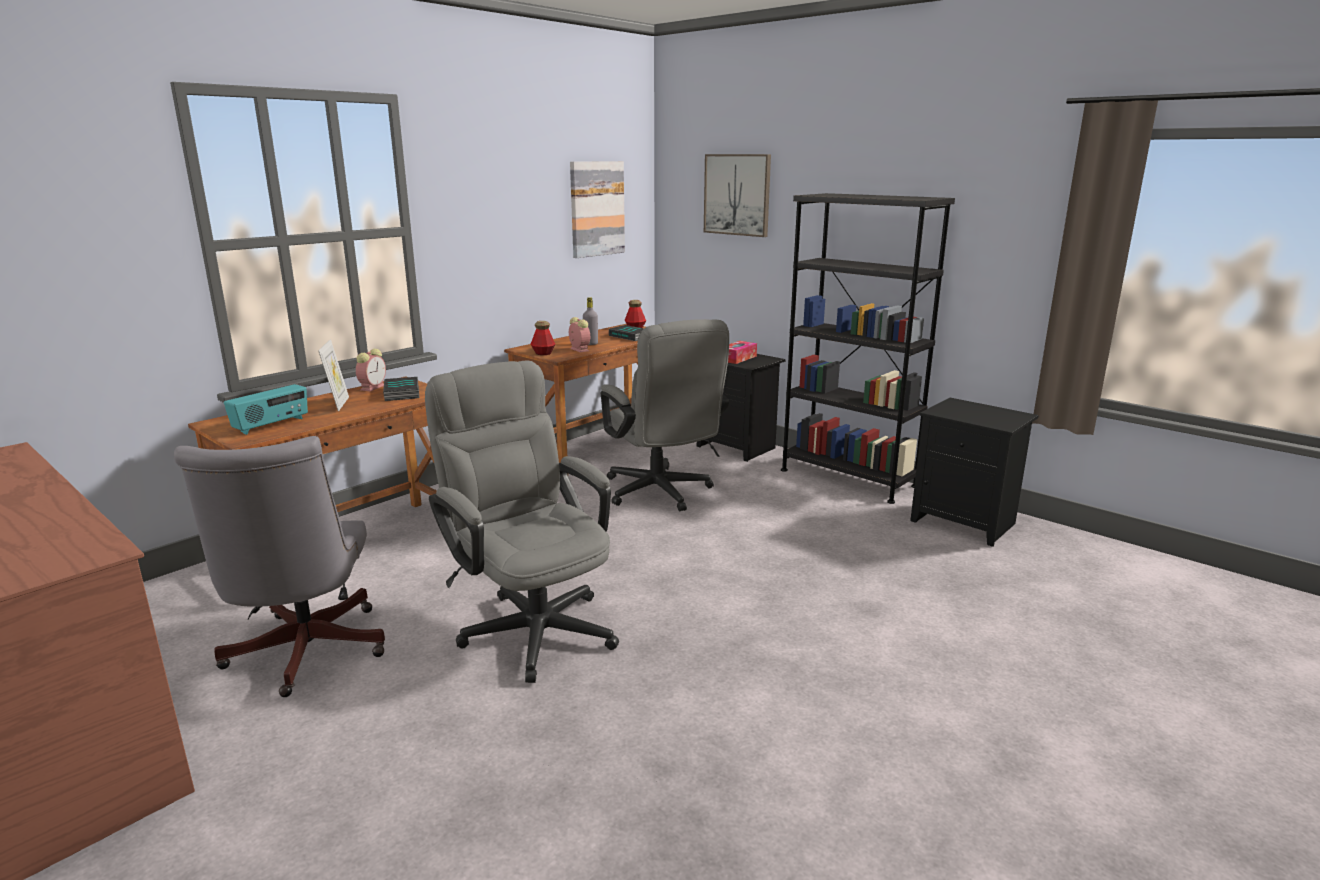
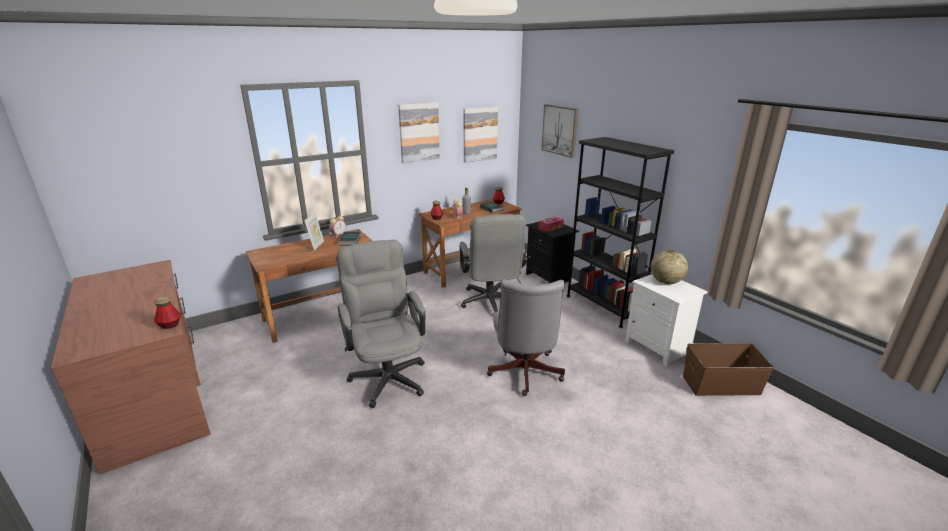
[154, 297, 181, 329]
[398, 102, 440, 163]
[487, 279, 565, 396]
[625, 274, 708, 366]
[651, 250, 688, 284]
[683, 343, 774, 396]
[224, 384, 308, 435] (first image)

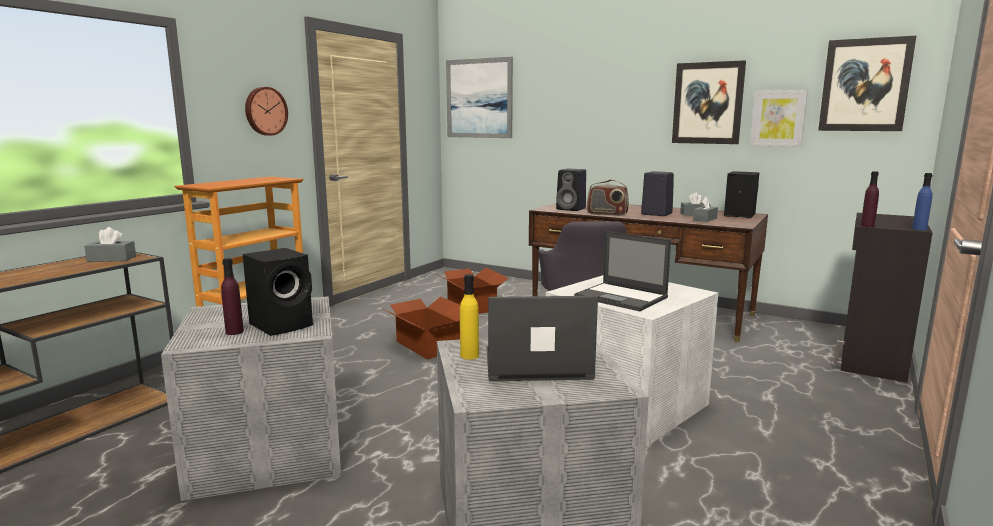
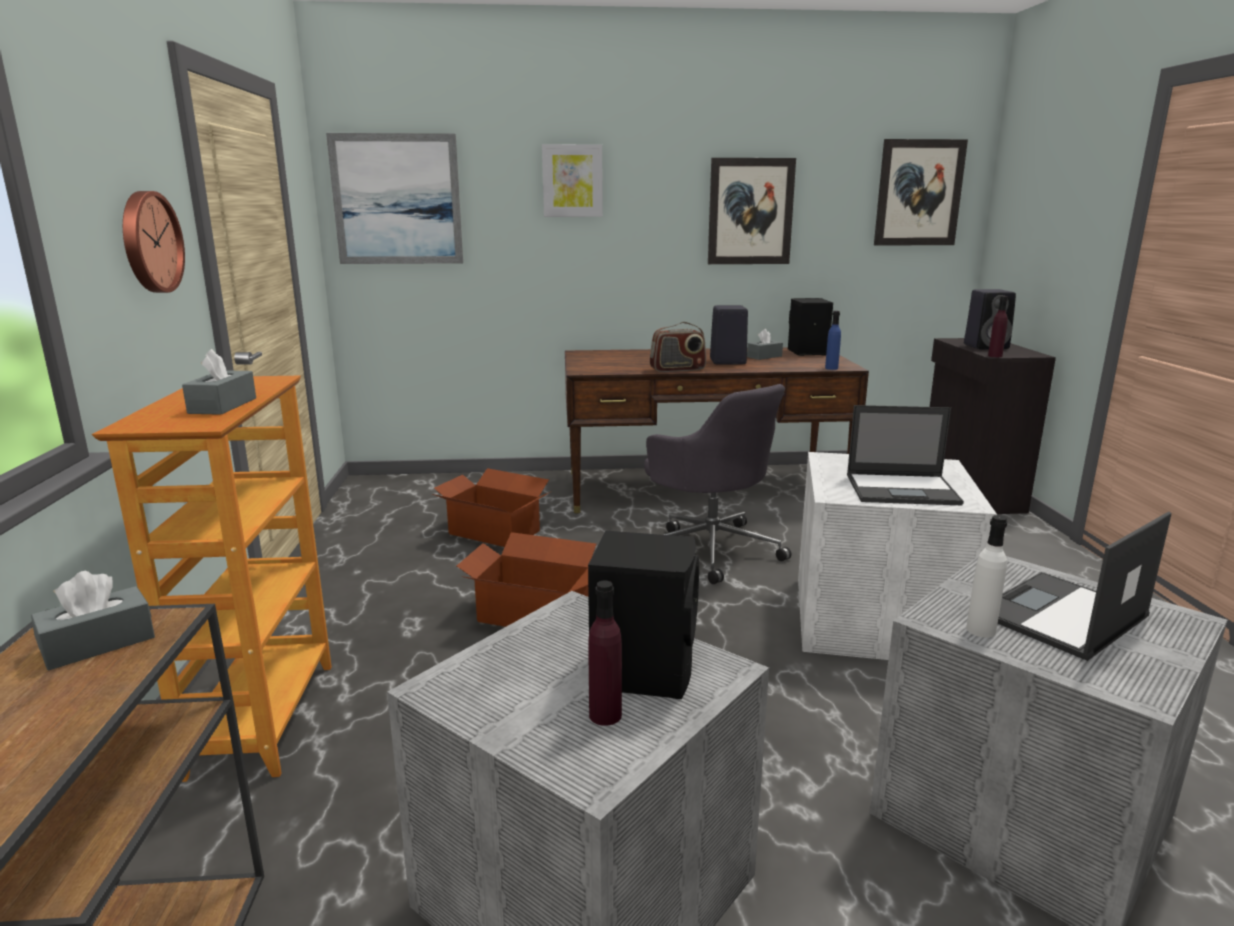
[182, 349, 256, 415]
[542, 144, 603, 217]
[825, 311, 841, 370]
[964, 289, 1016, 349]
[966, 515, 1007, 638]

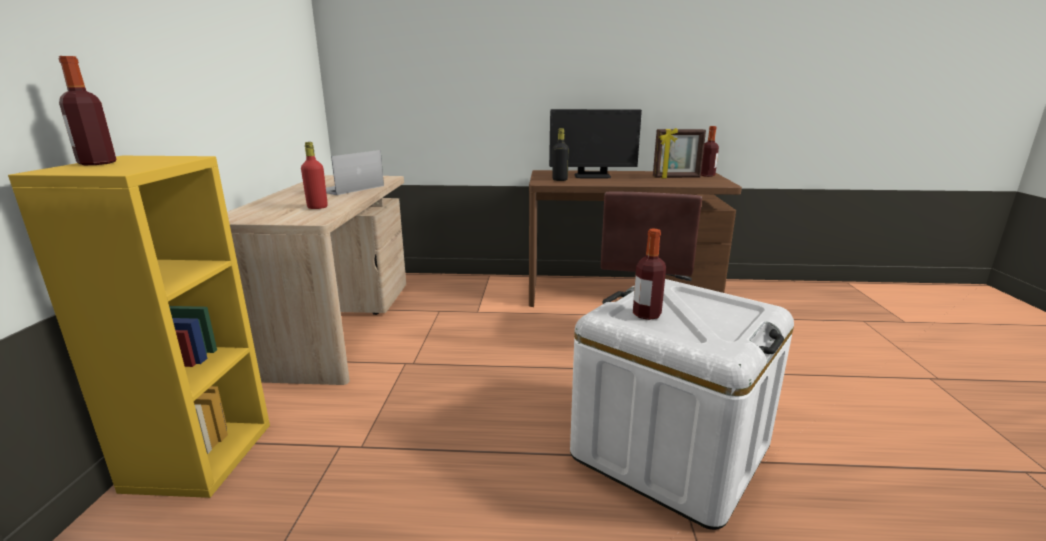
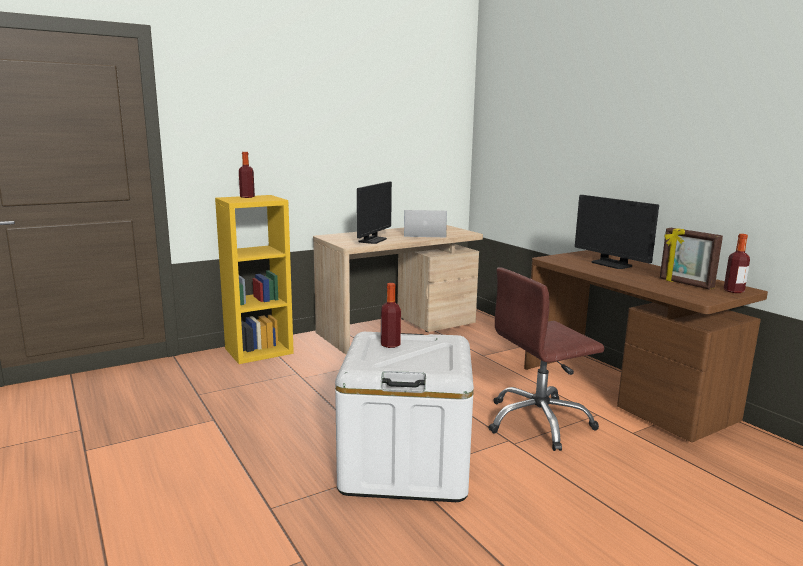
[357, 181, 392, 244]
[552, 128, 569, 181] (first image)

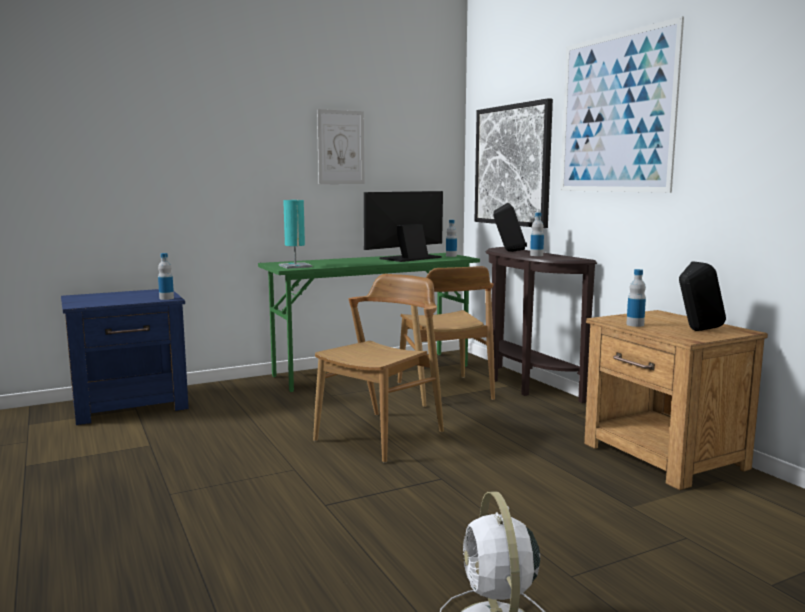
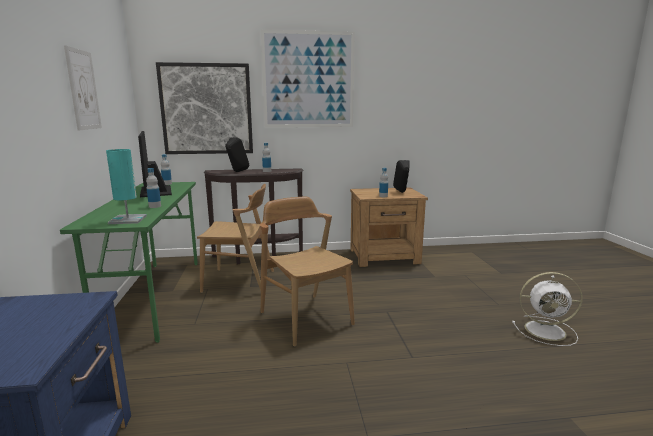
[146, 168, 161, 208]

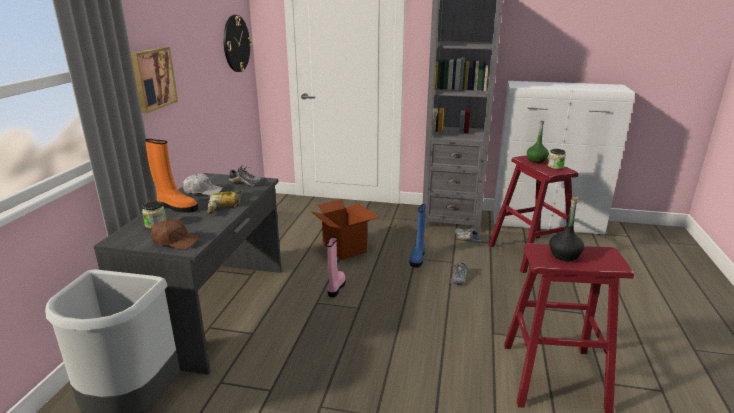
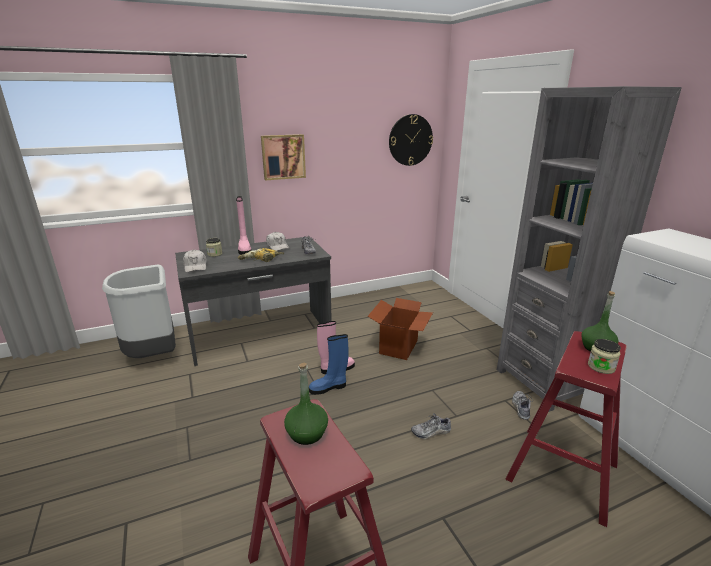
[183, 250, 207, 272]
[236, 196, 251, 255]
[284, 363, 328, 445]
[309, 334, 349, 395]

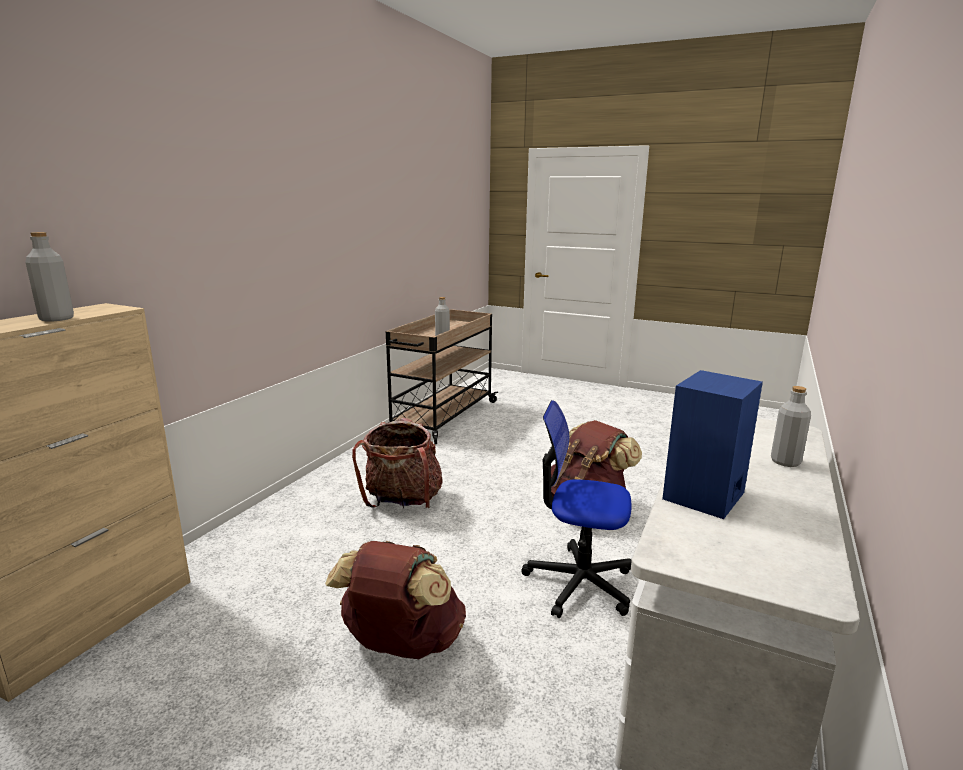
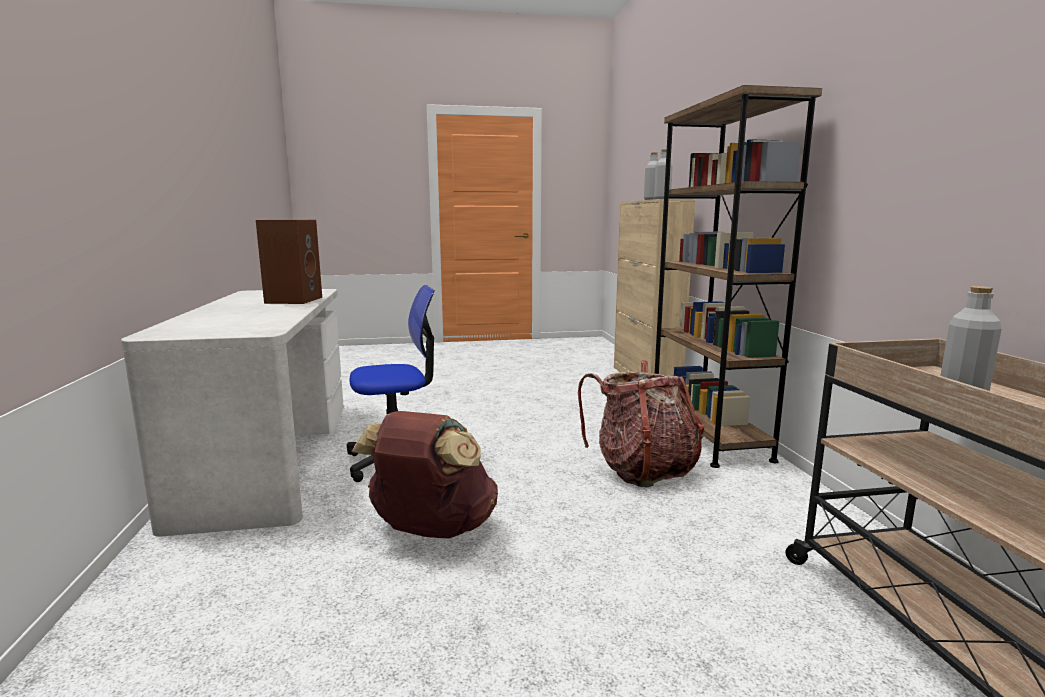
[256, 220, 322, 304]
[654, 149, 673, 199]
[655, 85, 822, 468]
[325, 541, 466, 659] (first image)

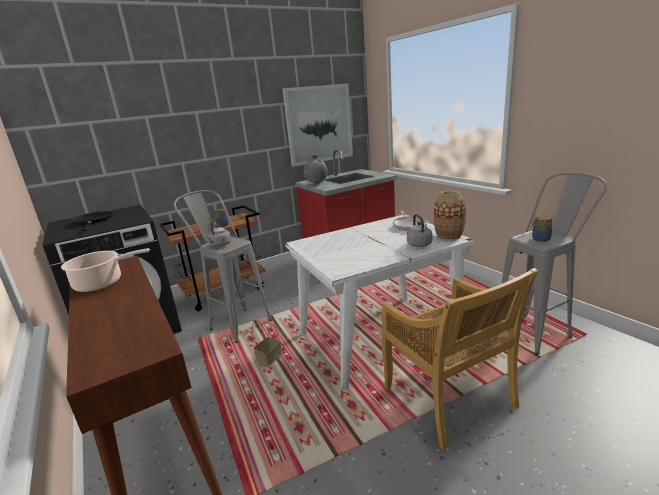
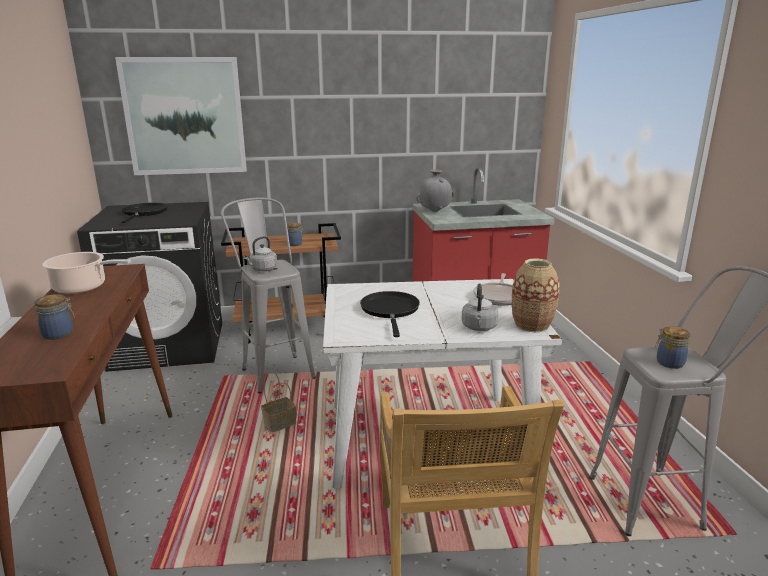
[34, 294, 75, 340]
[115, 57, 247, 175]
[360, 291, 420, 337]

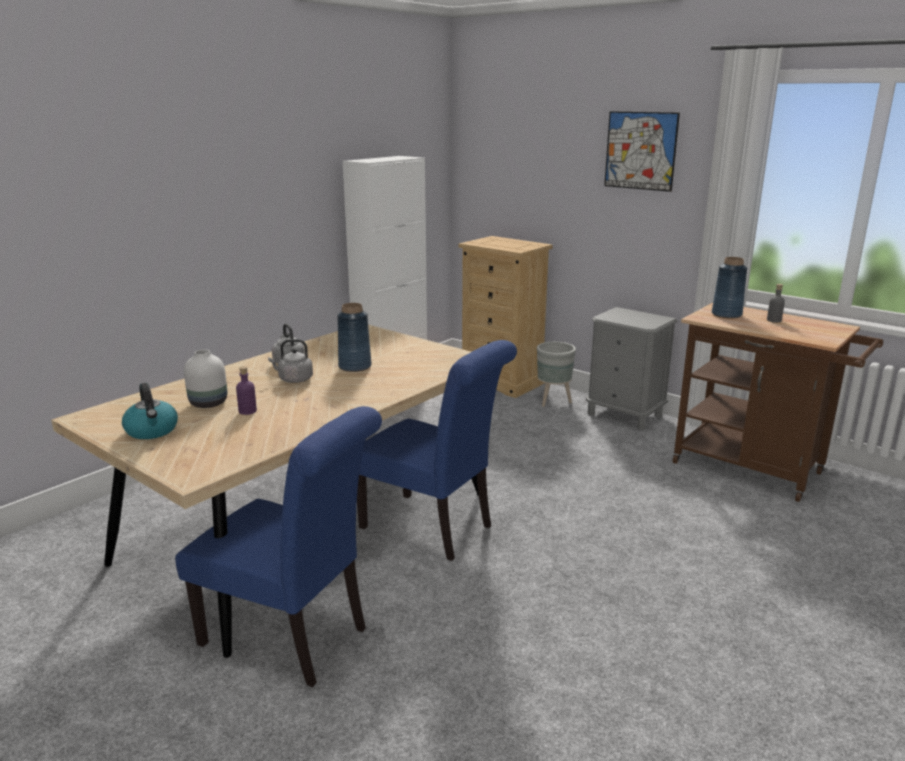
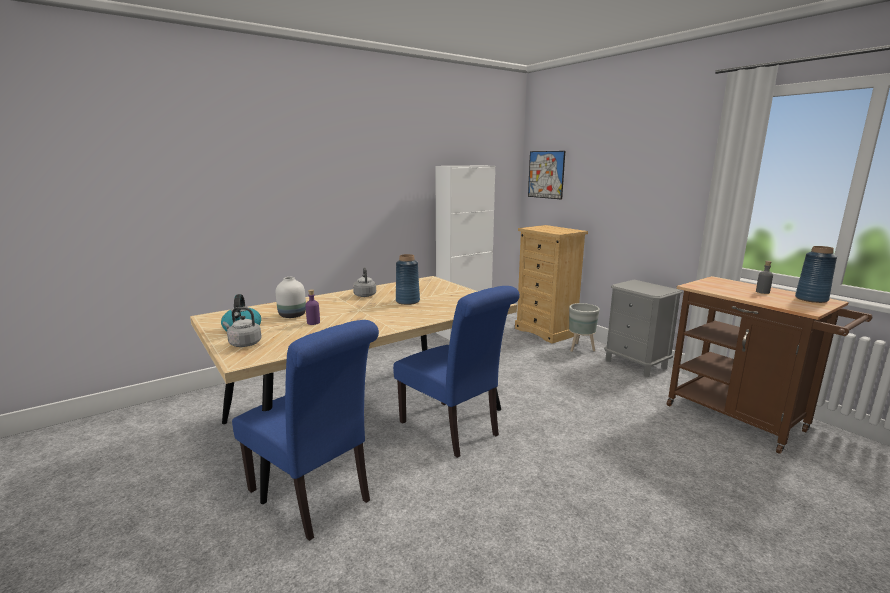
[223, 307, 262, 347]
[528, 151, 565, 200]
[795, 246, 837, 303]

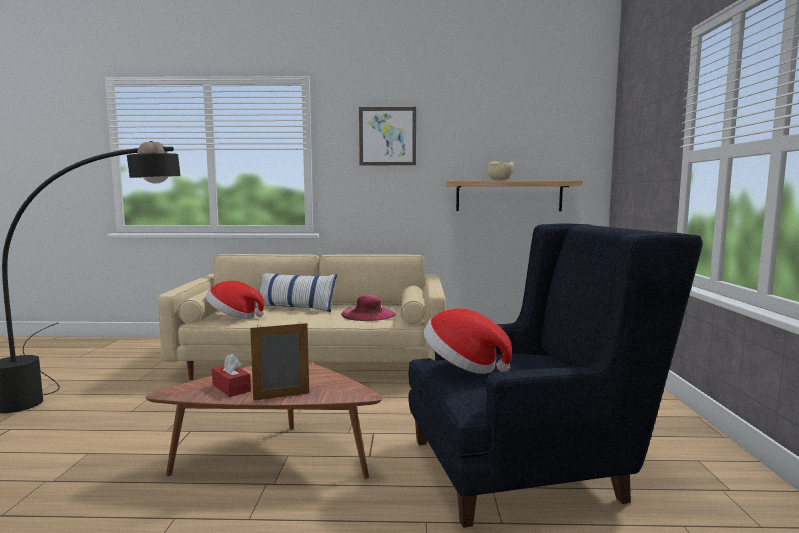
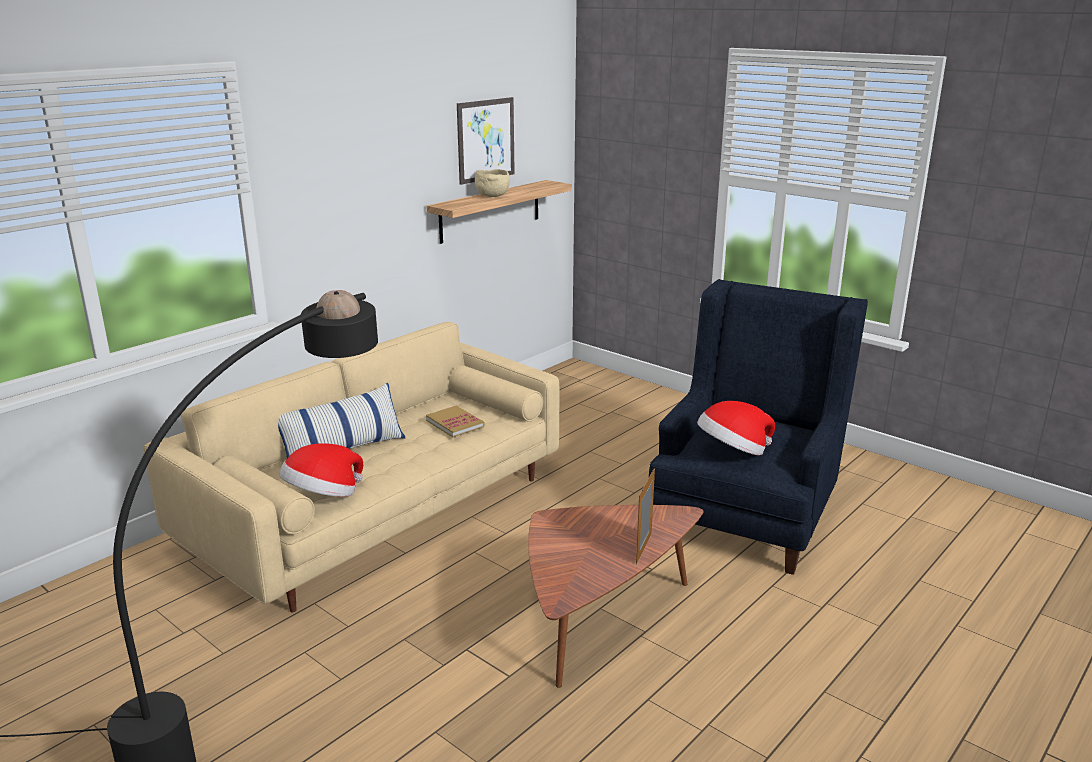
[426, 406, 484, 437]
[457, 97, 515, 185]
[212, 353, 251, 397] (first image)

